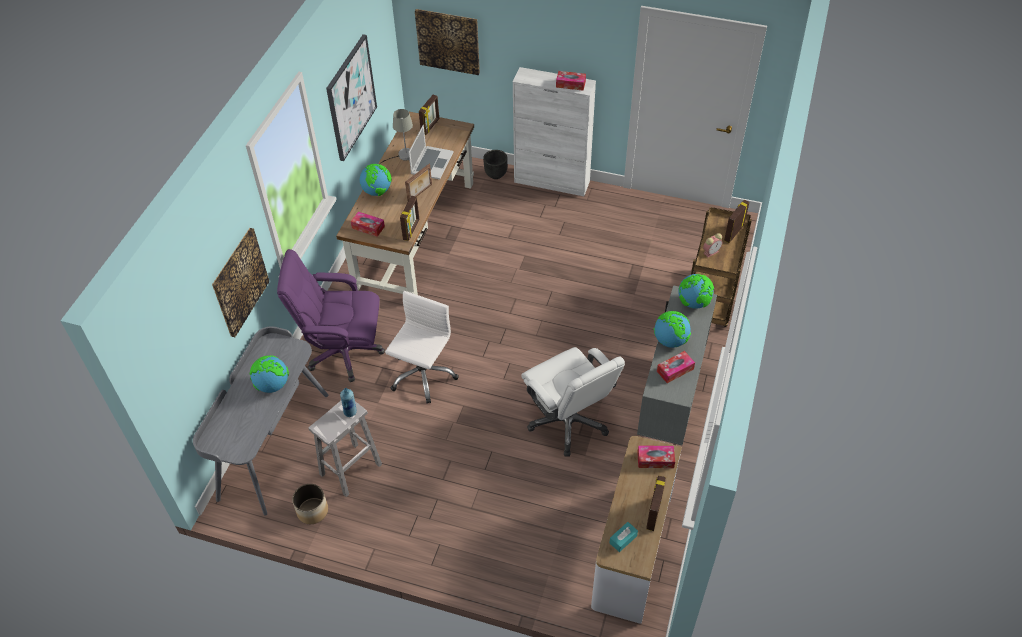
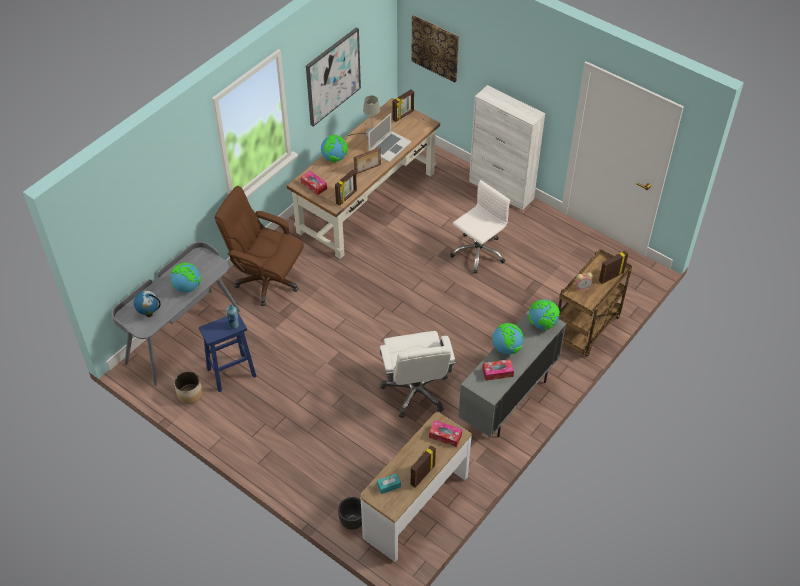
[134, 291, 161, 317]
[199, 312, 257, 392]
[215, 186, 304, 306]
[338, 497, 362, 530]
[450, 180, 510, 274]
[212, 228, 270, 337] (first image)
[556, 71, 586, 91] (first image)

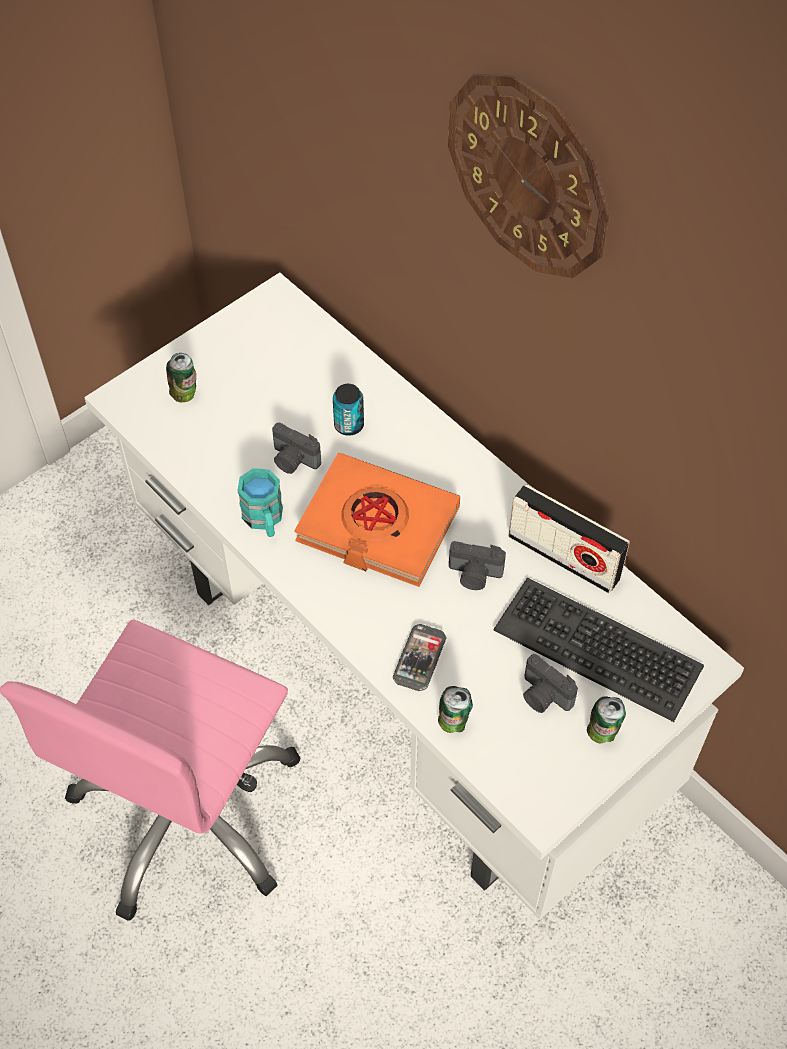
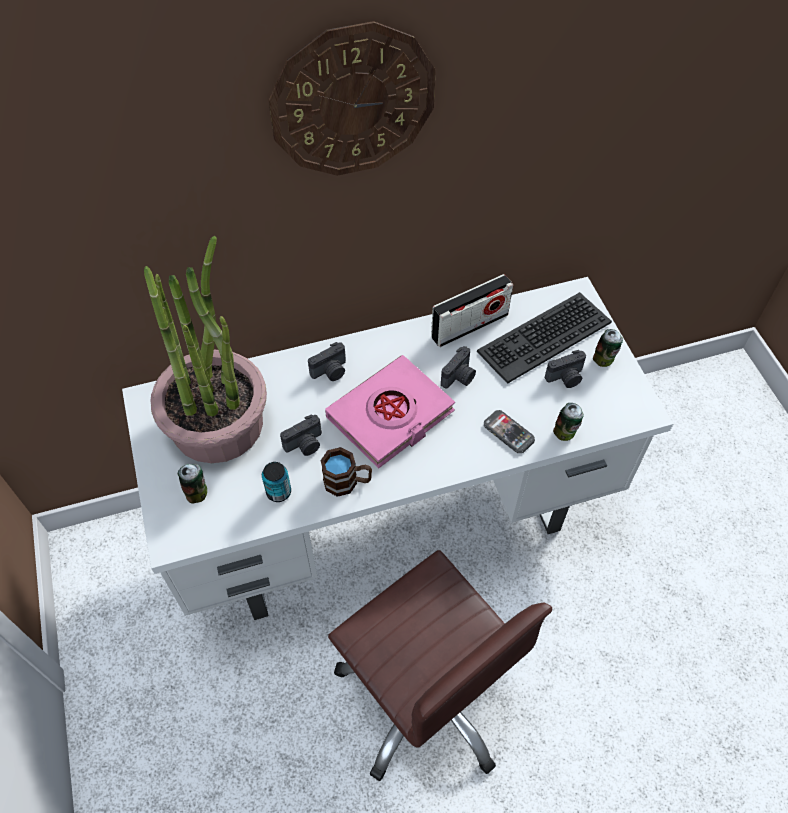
[144, 236, 267, 463]
[262, 462, 291, 502]
[308, 342, 346, 381]
[320, 447, 372, 497]
[325, 355, 455, 469]
[328, 550, 552, 781]

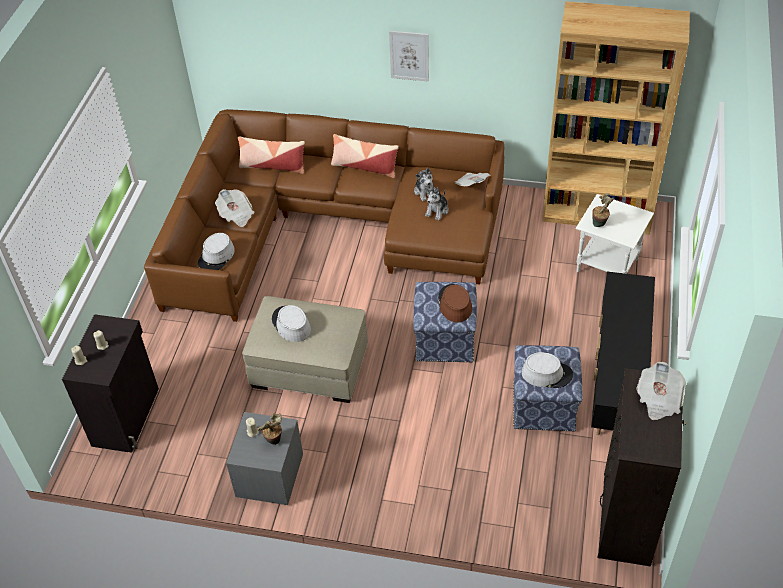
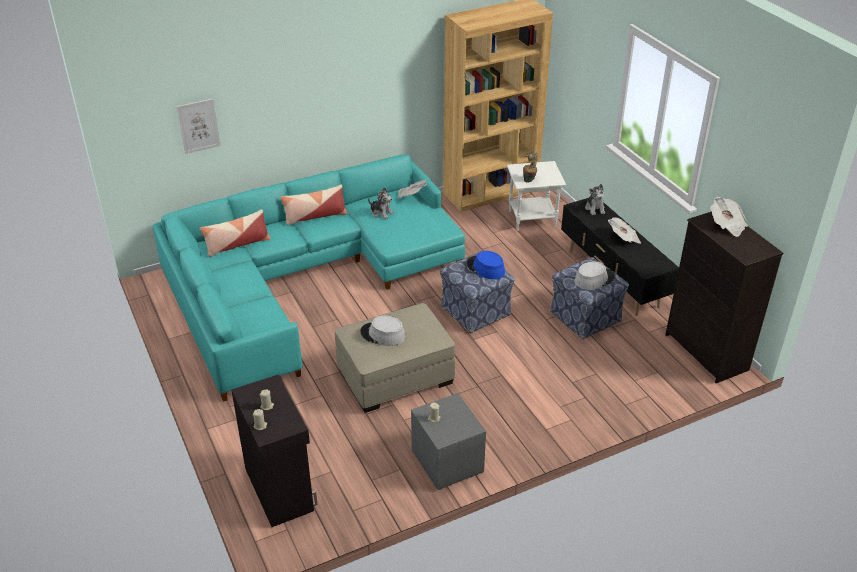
[153, 154, 465, 402]
[176, 99, 221, 154]
[467, 251, 505, 279]
[585, 184, 605, 215]
[608, 217, 641, 244]
[198, 233, 235, 270] (first image)
[257, 413, 282, 445] (first image)

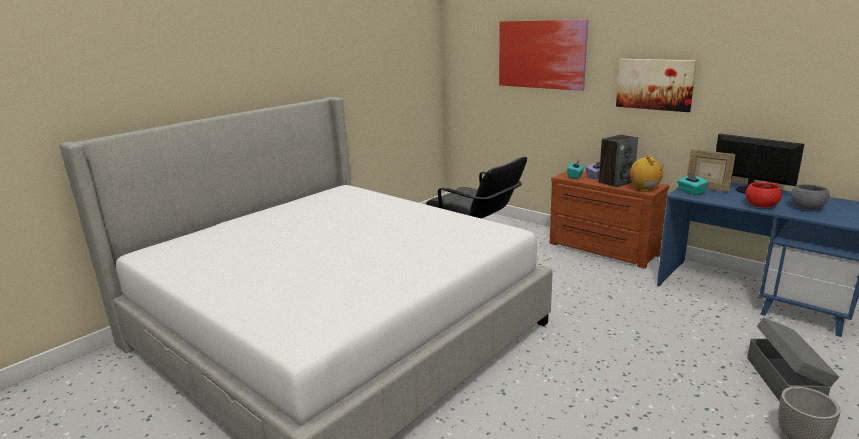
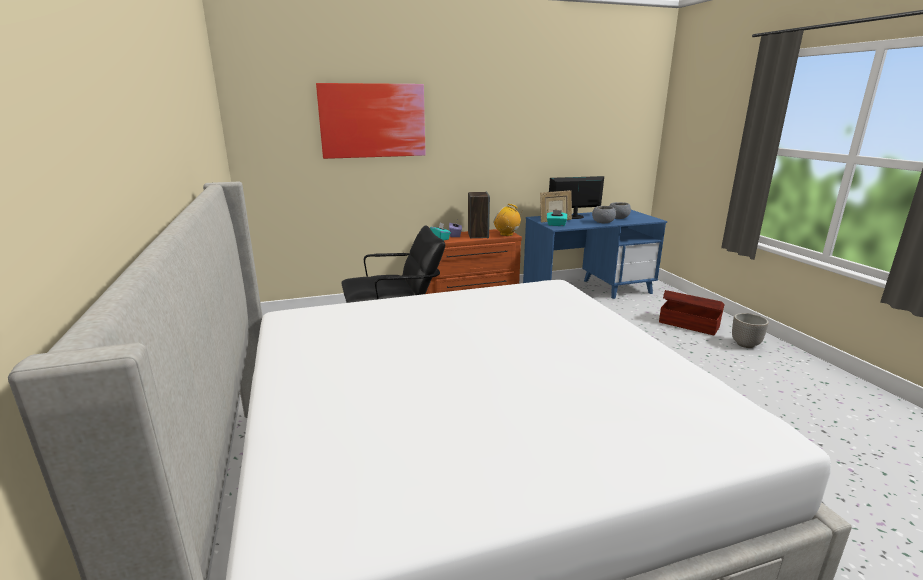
[592, 206, 616, 223]
[659, 290, 725, 335]
[616, 59, 697, 112] (first image)

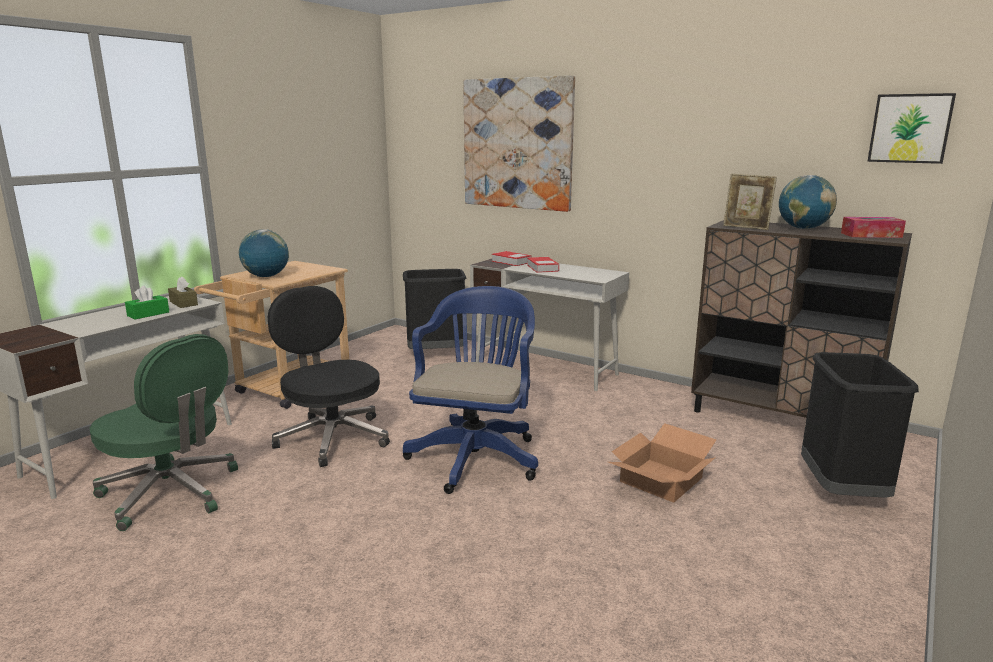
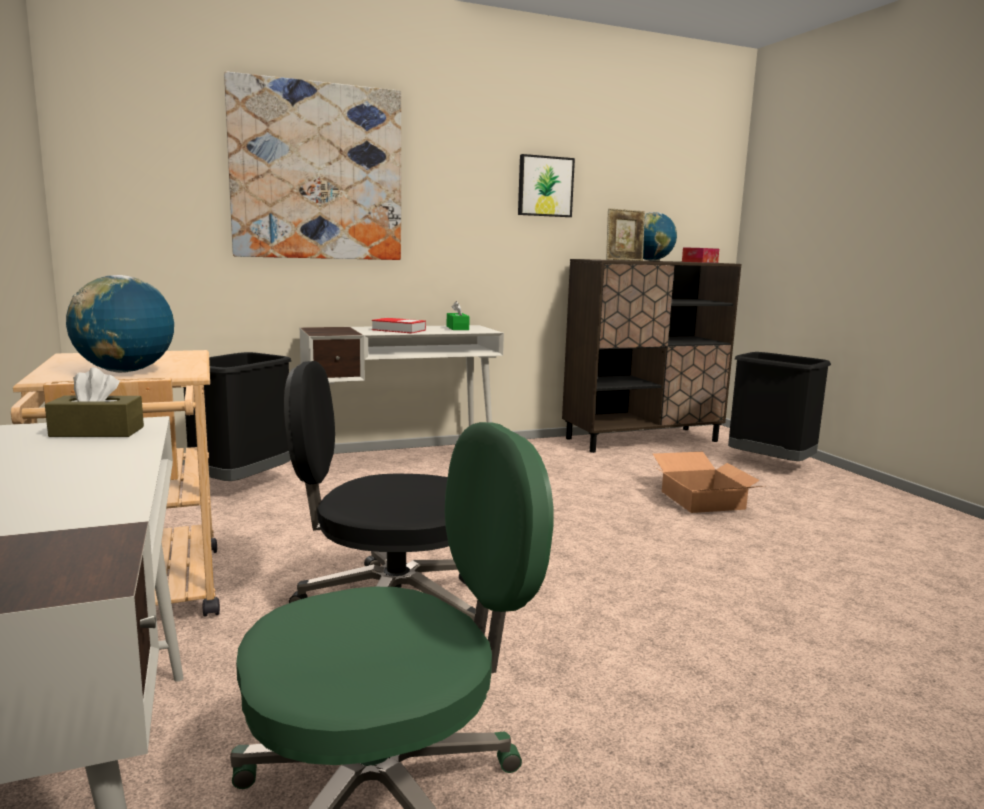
[447, 301, 470, 330]
[518, 154, 575, 217]
[403, 286, 538, 494] (first image)
[492, 251, 532, 266] (first image)

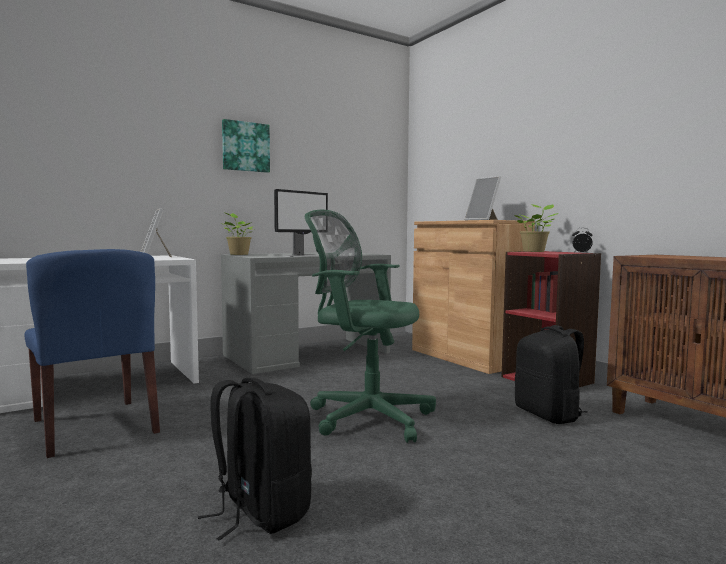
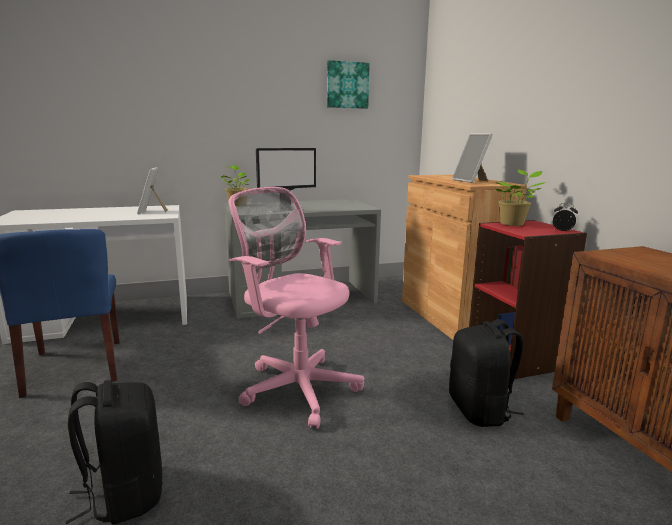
[228, 187, 364, 429]
[327, 60, 370, 109]

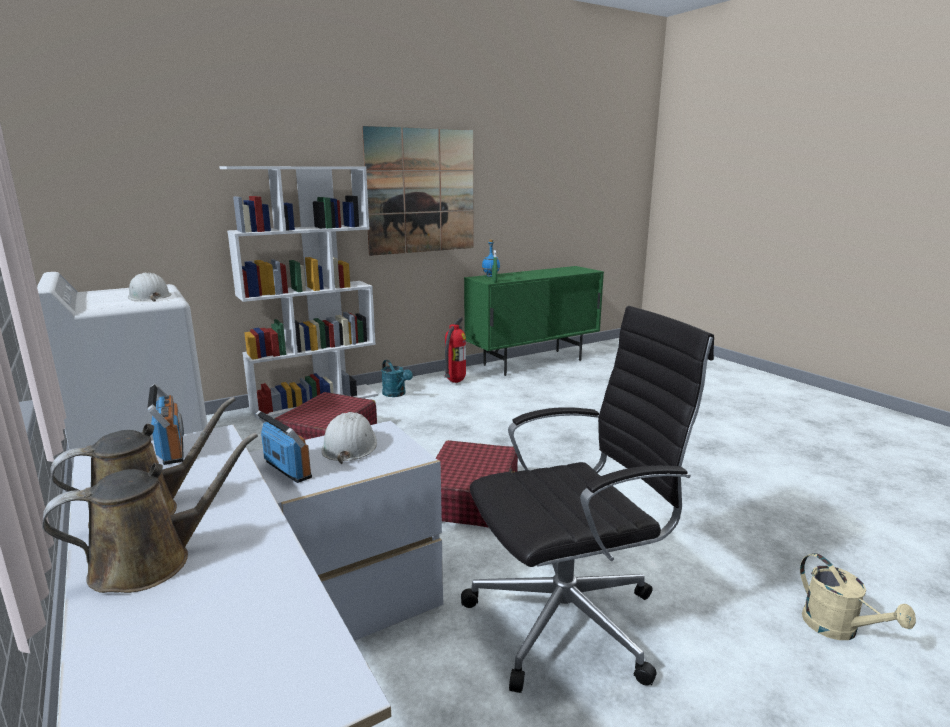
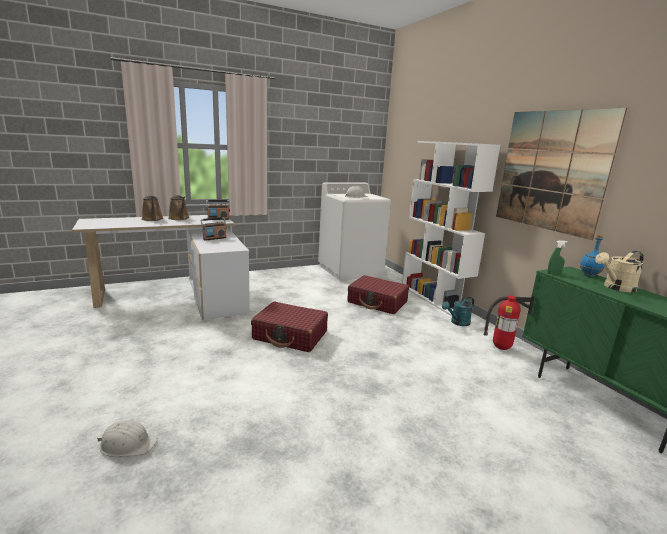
[97, 420, 158, 457]
[595, 251, 644, 292]
[461, 306, 714, 693] (first image)

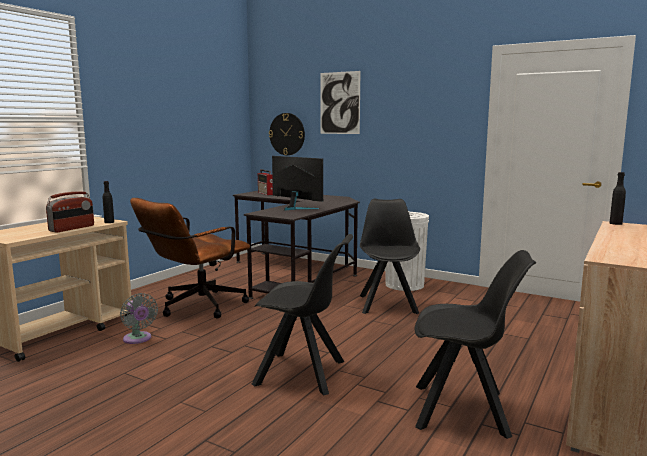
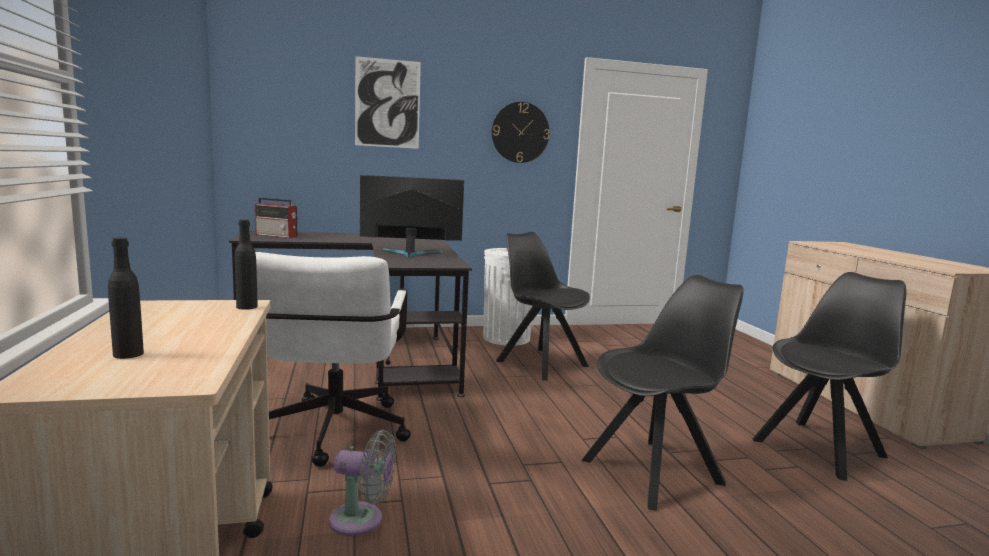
[108, 237, 144, 359]
[255, 252, 411, 467]
[492, 102, 550, 163]
[46, 191, 94, 232] (first image)

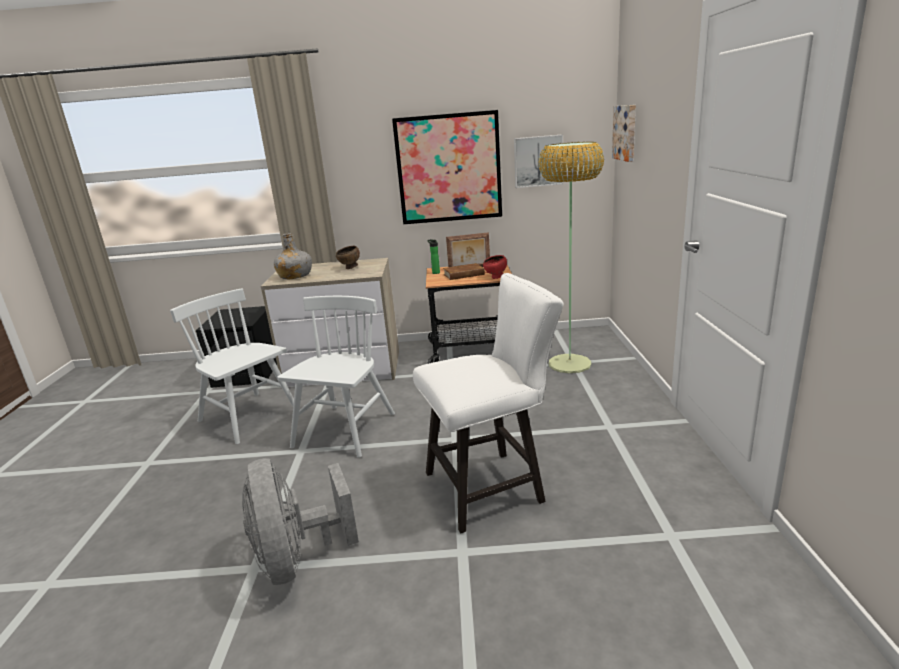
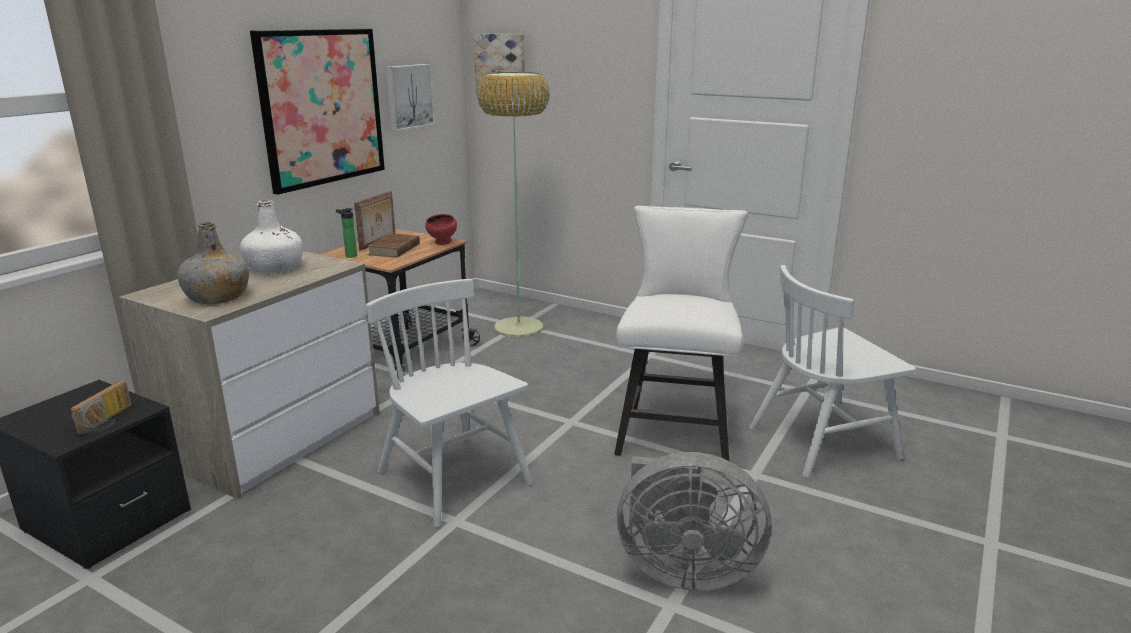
[70, 381, 132, 434]
[240, 200, 303, 273]
[749, 265, 916, 478]

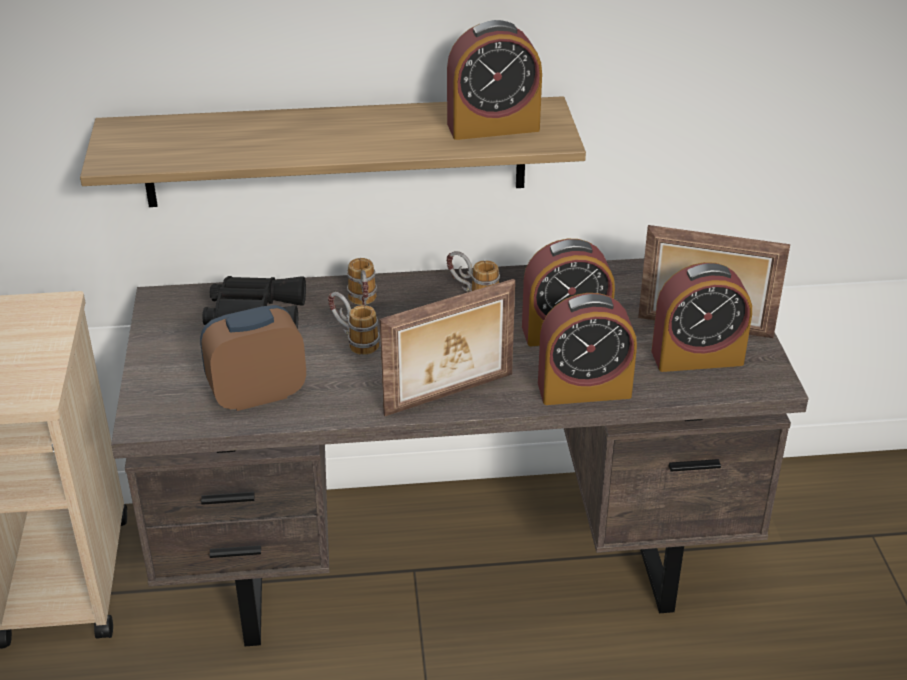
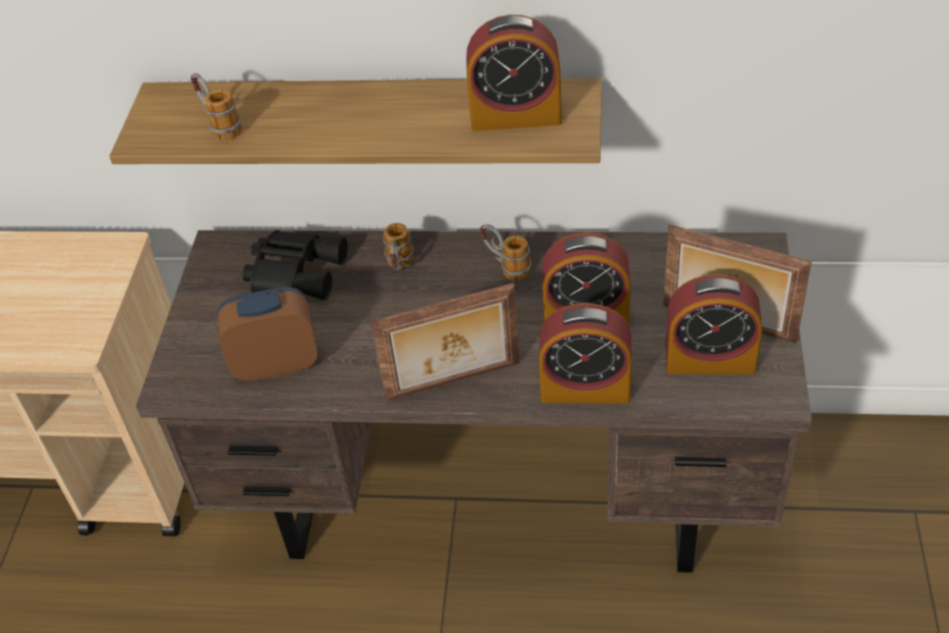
[191, 73, 242, 141]

